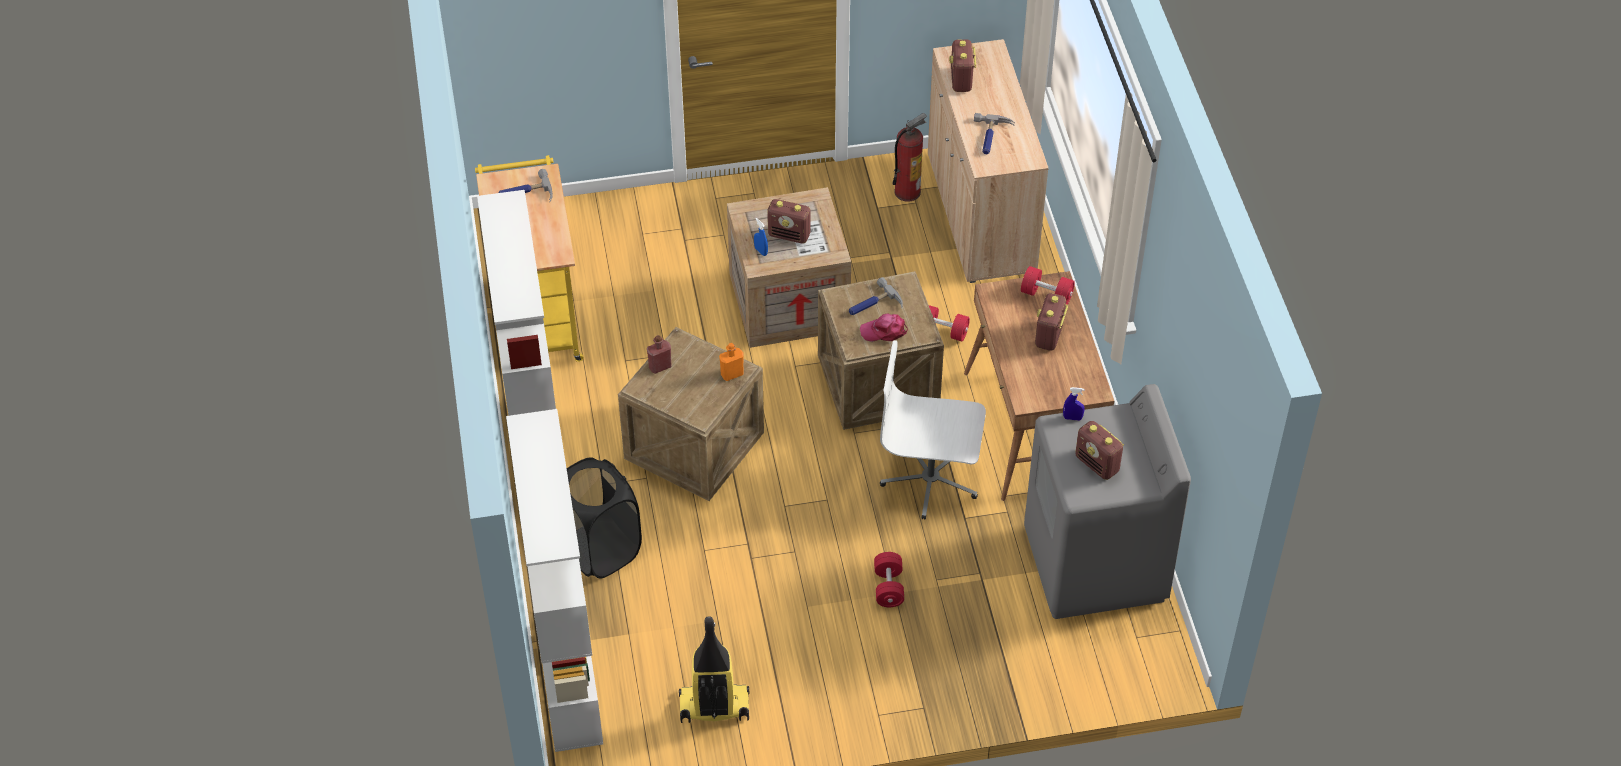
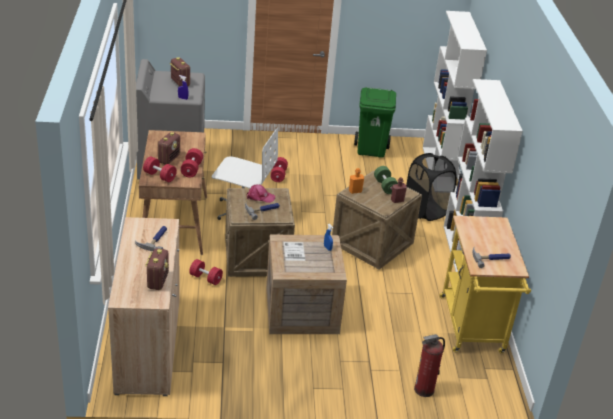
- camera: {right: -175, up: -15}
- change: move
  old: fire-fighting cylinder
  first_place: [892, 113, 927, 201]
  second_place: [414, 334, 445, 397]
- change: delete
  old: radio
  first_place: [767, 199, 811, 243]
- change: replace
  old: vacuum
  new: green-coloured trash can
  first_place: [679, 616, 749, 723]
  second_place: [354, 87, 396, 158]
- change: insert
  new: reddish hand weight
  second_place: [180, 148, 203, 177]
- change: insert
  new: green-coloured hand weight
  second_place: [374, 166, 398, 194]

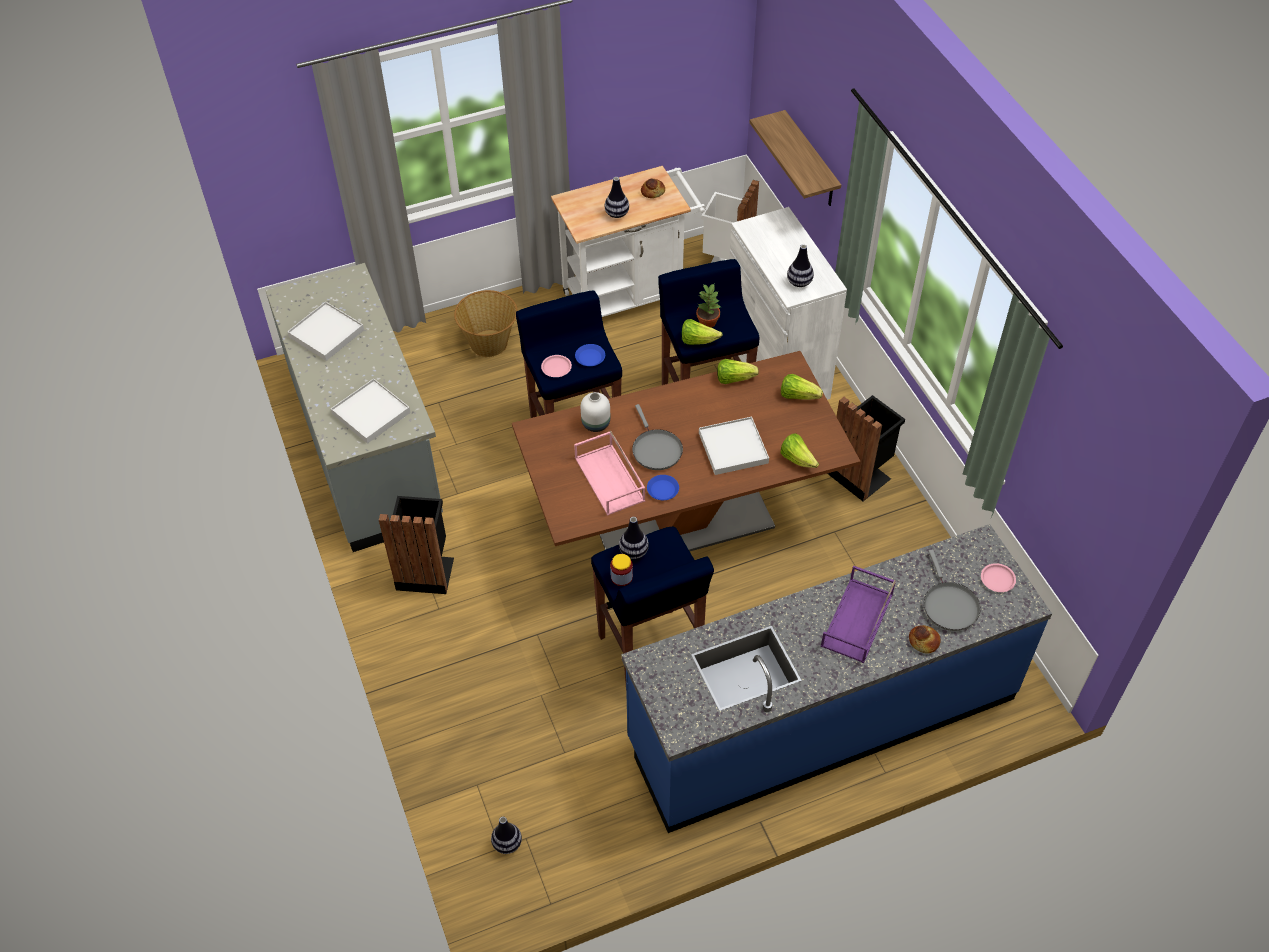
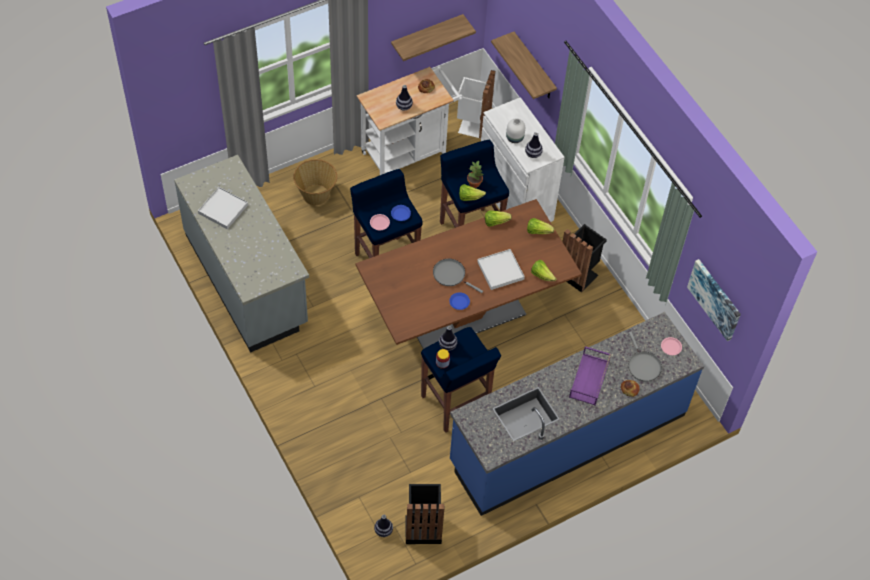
- camera: {right: -10, up: 5}
- change: delete
  old: white-coloured serving tray
  first_place: [331, 379, 411, 444]
- change: move
  old: white-coloured flower vase
  first_place: [581, 392, 610, 432]
  second_place: [506, 119, 525, 143]
- change: rotate
  old: greyish pan
  first_place: [632, 404, 683, 470]
  second_place: [433, 259, 483, 293]
  degrees: 150
- change: delete
  old: pink-coloured serving tray
  first_place: [574, 431, 645, 516]
- change: move
  old: black trash can
  first_place: [379, 496, 454, 594]
  second_place: [405, 484, 444, 544]
- change: insert
  new: wall shelf
  second_place: [391, 14, 476, 61]
- change: insert
  new: picture
  second_place: [687, 259, 741, 341]

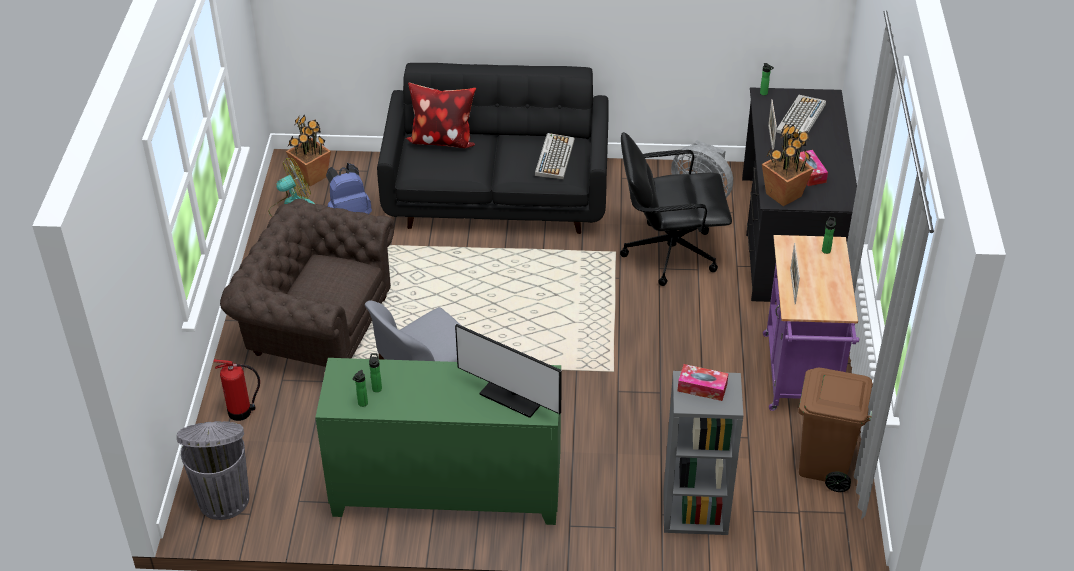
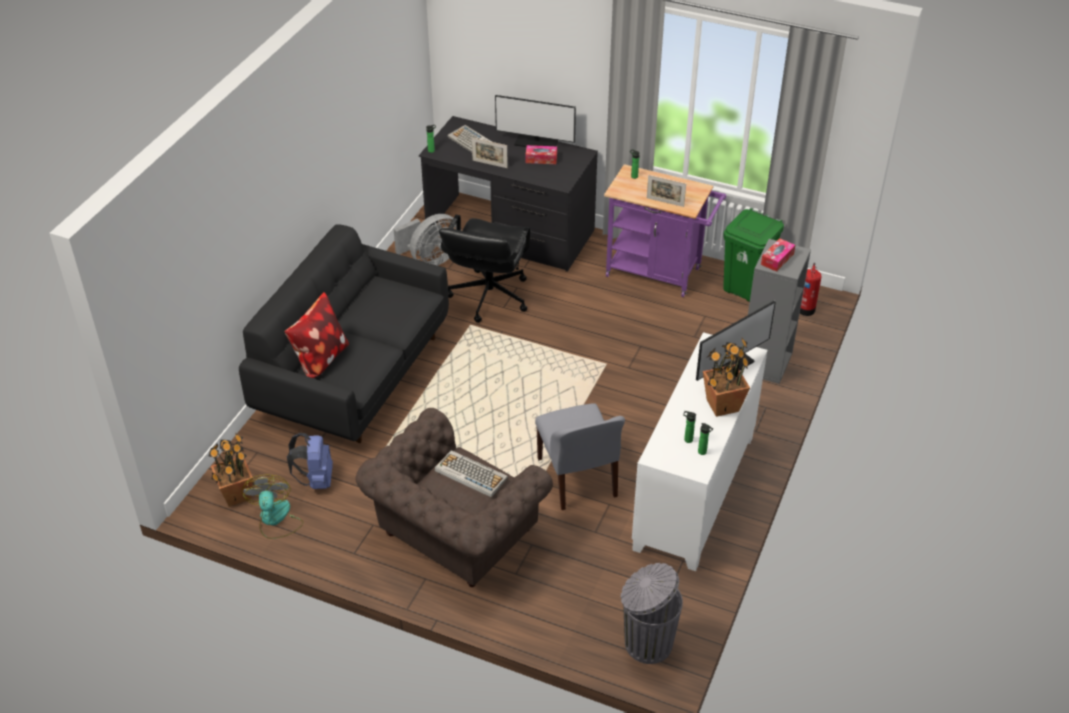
- camera: {right: -70, up: 0}
- change: move
  old: houseplant
  first_place: [762, 125, 814, 206]
  second_place: [703, 338, 750, 417]
- change: move
  old: computer keyboard
  first_place: [535, 133, 575, 179]
  second_place: [435, 450, 508, 498]
- change: recolor
  old: green-coloured cupboard
  new: white-coloured cupboard
  first_place: [315, 358, 561, 525]
  second_place: [632, 332, 767, 571]
- change: move
  old: fire-fighting cylinder
  first_place: [213, 359, 260, 421]
  second_place: [800, 263, 821, 316]
- change: recolor
  old: brownish trash can
  new: green-coloured trash can
  first_place: [798, 368, 873, 492]
  second_place: [723, 208, 784, 302]
- change: insert
  new: computer screen
  second_place: [495, 95, 576, 147]

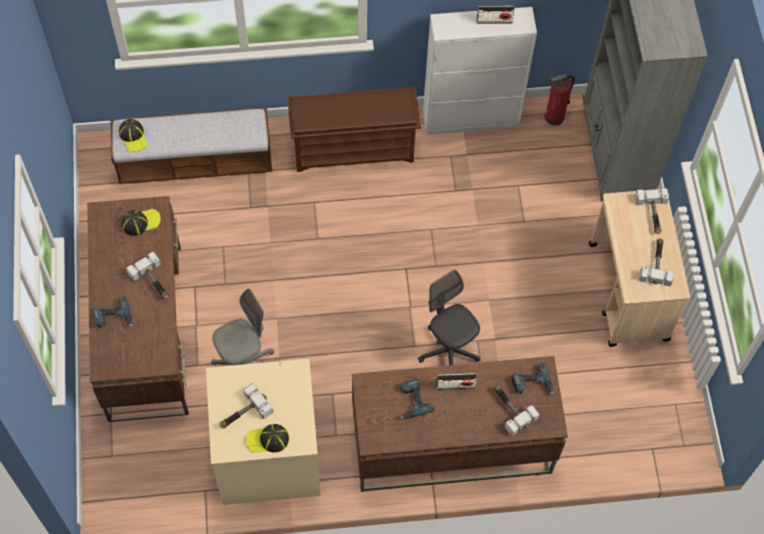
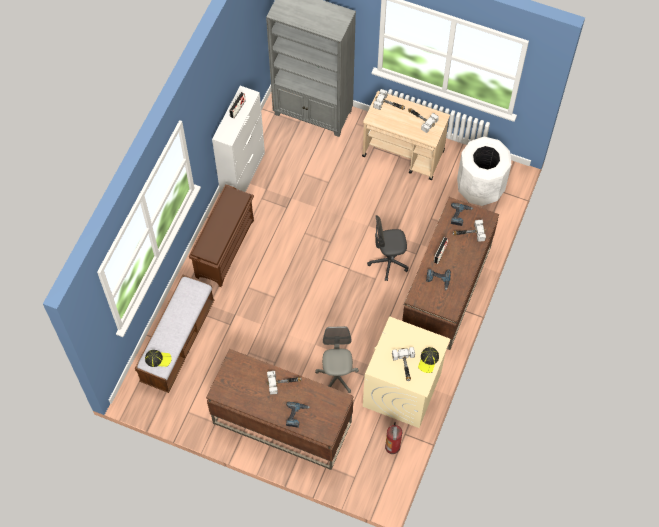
- camera: {right: -60, up: 0}
- change: move
  old: fire-fighting cylinder
  first_place: [544, 74, 574, 126]
  second_place: [385, 422, 402, 454]
- change: delete
  old: peaked cap
  first_place: [121, 209, 161, 236]
- change: insert
  new: white-coloured trash can
  second_place: [457, 137, 511, 206]

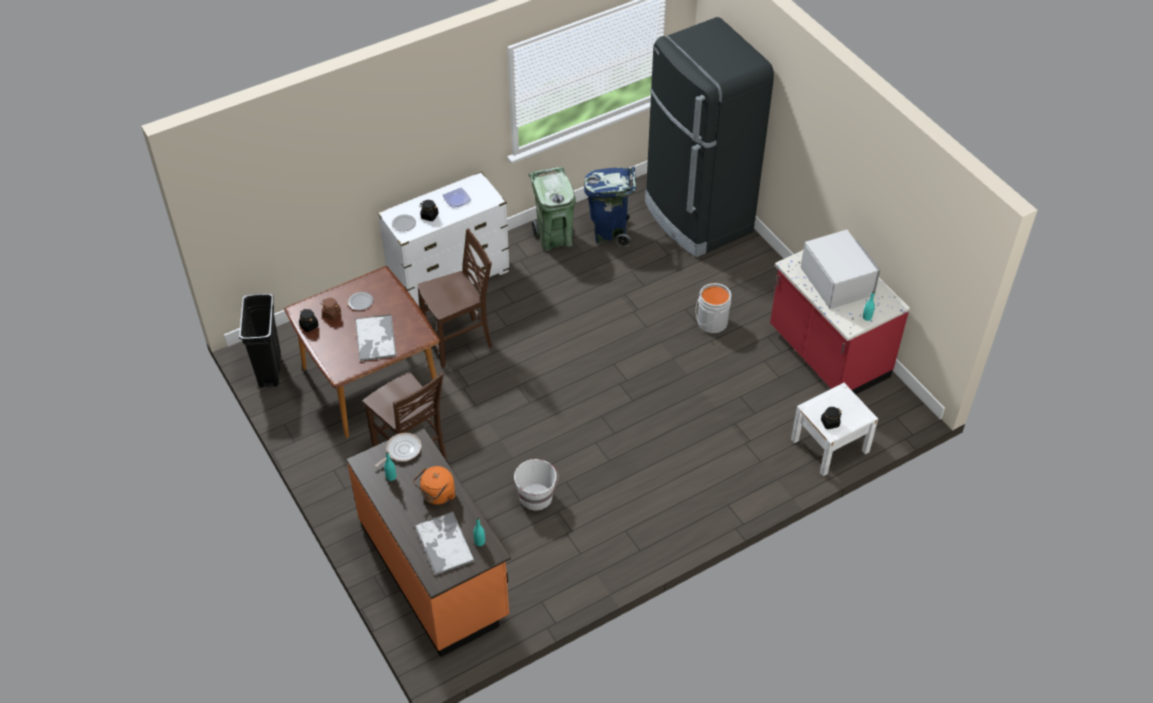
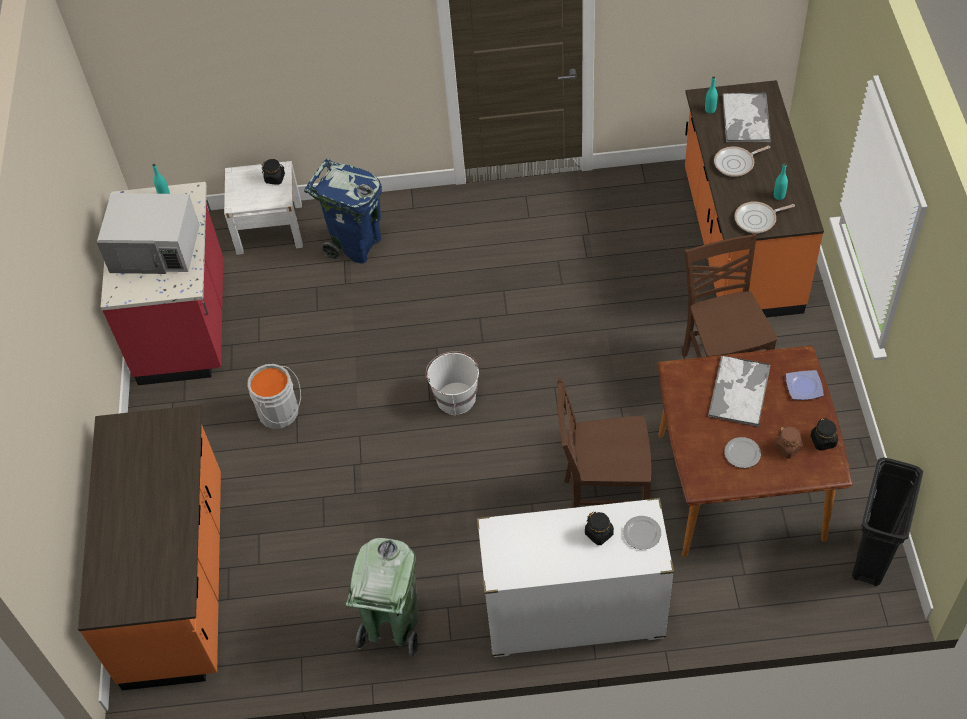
- camera: {right: -150, up: 5}
- change: replace
  old: black kitchen fridge
  new: orange-coloured counter
  first_place: [645, 17, 774, 257]
  second_place: [78, 405, 221, 691]
- change: move
  old: blue-coloured trash can
  first_place: [584, 167, 636, 247]
  second_place: [304, 159, 382, 264]
- change: move
  old: plate
  first_place: [443, 188, 471, 208]
  second_place: [786, 370, 824, 400]
- change: rotate
  old: white-coloured microwave
  first_place: [800, 230, 880, 309]
  second_place: [97, 193, 199, 274]
  degrees: -90
- change: move
  old: white-coloured pail
  first_place: [514, 459, 559, 511]
  second_place: [426, 351, 479, 415]
- change: replace
  old: orange-coloured kettle
  new: pan
  first_place: [413, 466, 456, 505]
  second_place: [714, 146, 770, 177]

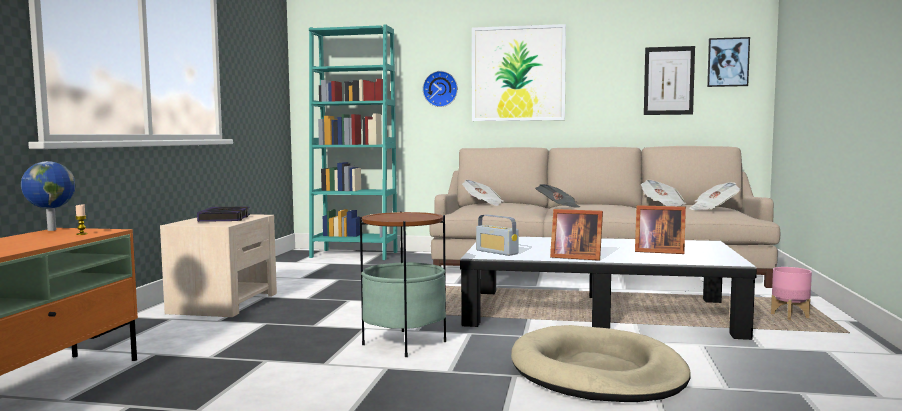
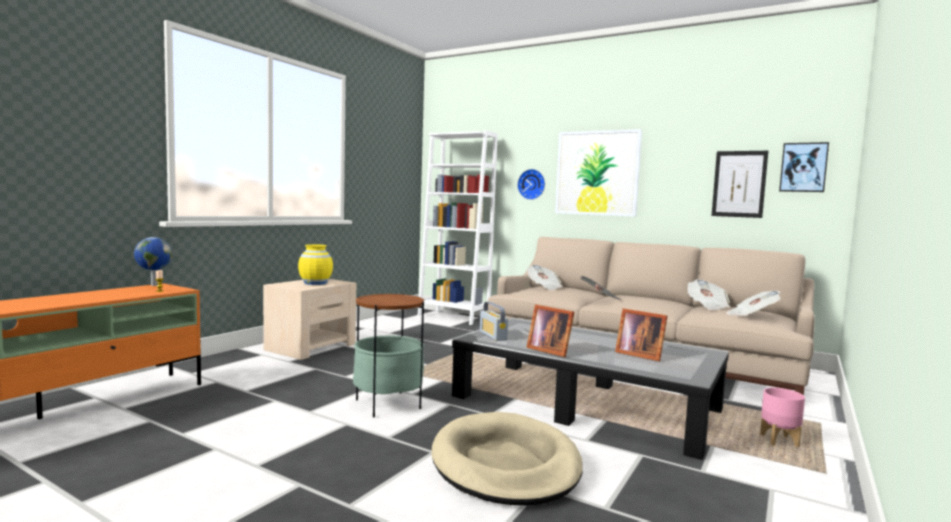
- camera: {right: 20, up: 0}
- change: recolor
  old: turquoise-coloured shelving unit
  new: white-coloured shelving unit
  first_place: [309, 24, 397, 260]
  second_place: [418, 130, 498, 325]
- change: replace
  old: book
  new: yellowish flower vase
  first_place: [197, 206, 250, 222]
  second_place: [298, 244, 333, 285]

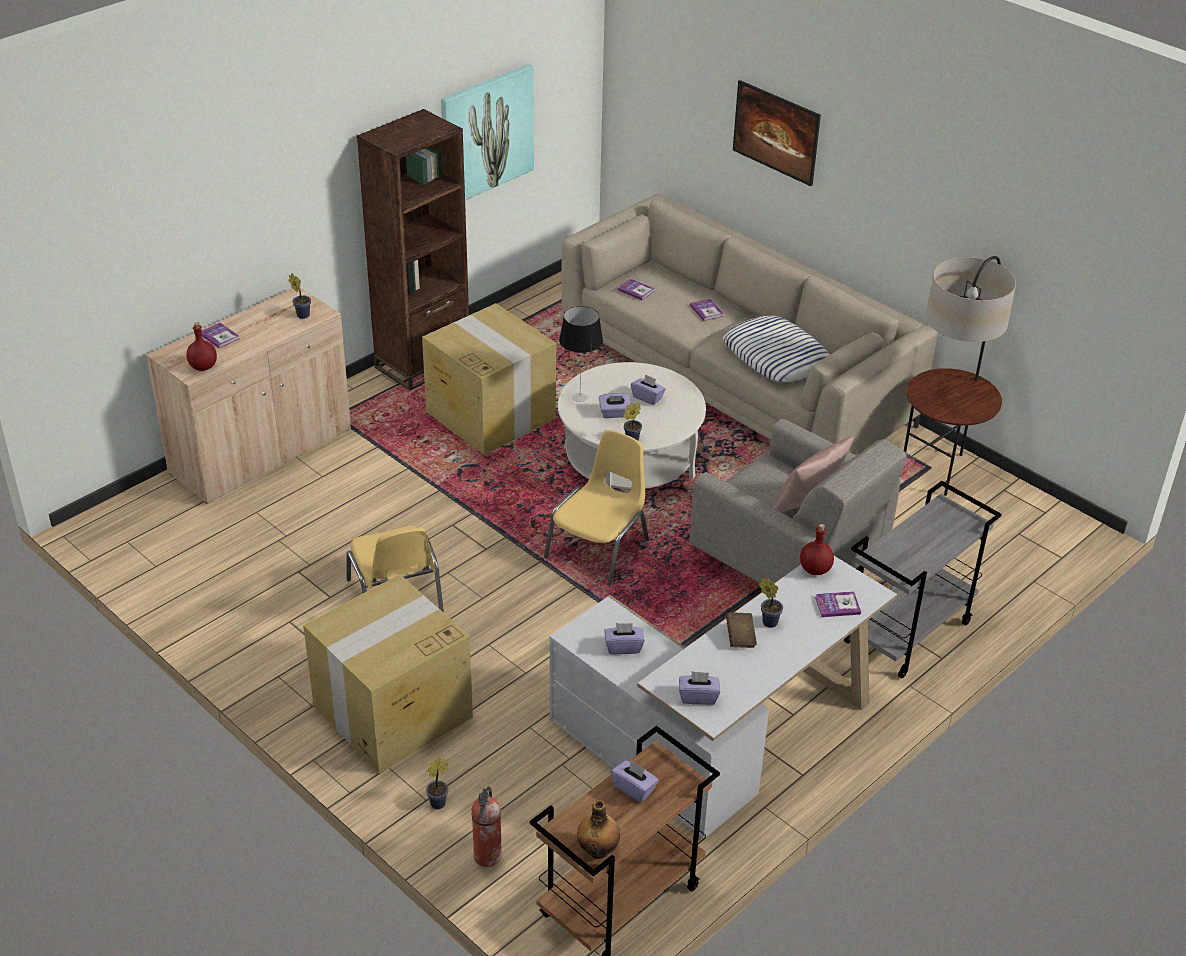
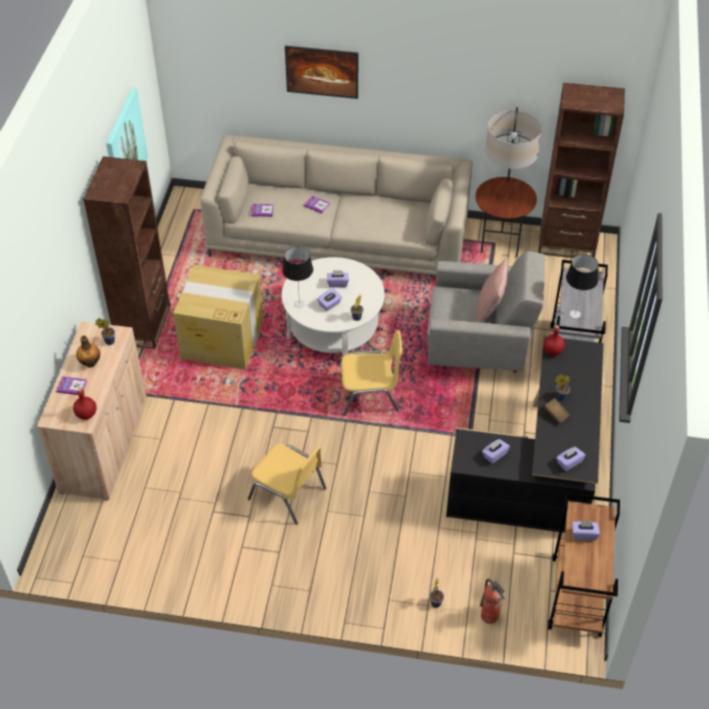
- camera: {right: -35, up: 10}
- change: delete
  old: throw pillow
  first_place: [723, 315, 830, 382]
- change: rotate
  old: yellowish chair
  first_place: [544, 430, 649, 586]
  second_place: [340, 330, 402, 416]
  degrees: 90
- change: recolor
  old: white-coloured desk table
  new: black desk table
  first_place: [549, 556, 897, 839]
  second_place: [446, 336, 603, 533]
- change: delete
  old: carton
  first_place: [303, 574, 473, 773]
- change: delete
  old: book
  first_place: [815, 591, 861, 617]
- change: move
  old: bottle
  first_place: [577, 800, 620, 859]
  second_place: [76, 335, 100, 367]
- change: insert
  new: brownish shelving unit
  second_place: [538, 83, 625, 258]
- change: insert
  new: tabletop lamp
  second_place: [566, 254, 598, 318]

